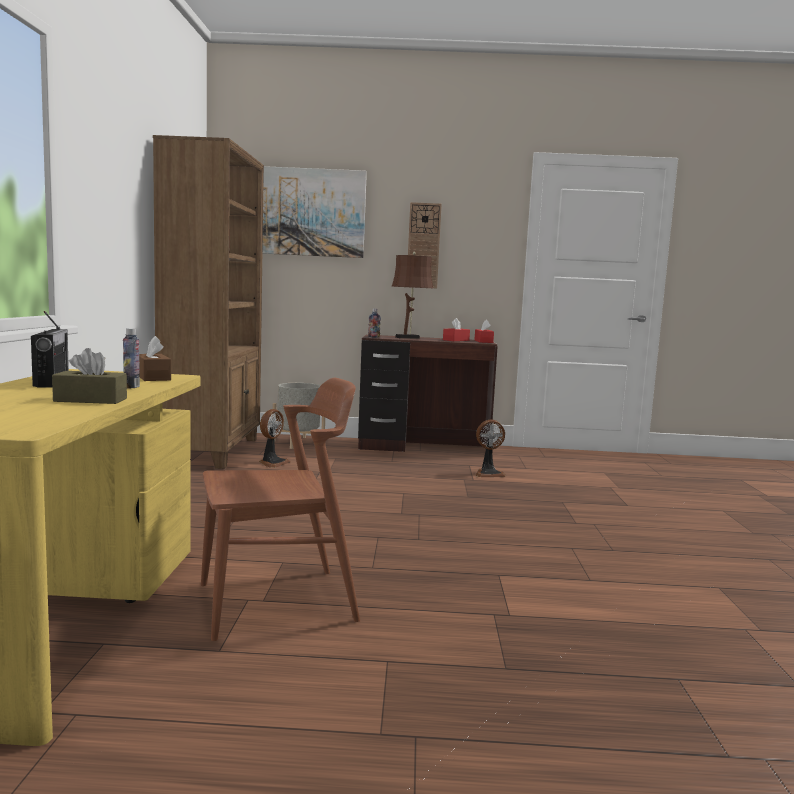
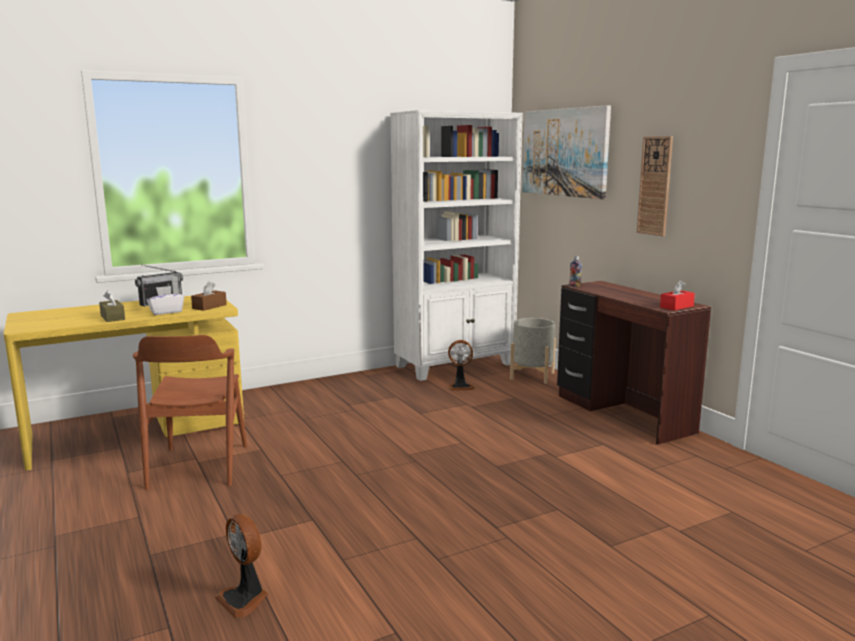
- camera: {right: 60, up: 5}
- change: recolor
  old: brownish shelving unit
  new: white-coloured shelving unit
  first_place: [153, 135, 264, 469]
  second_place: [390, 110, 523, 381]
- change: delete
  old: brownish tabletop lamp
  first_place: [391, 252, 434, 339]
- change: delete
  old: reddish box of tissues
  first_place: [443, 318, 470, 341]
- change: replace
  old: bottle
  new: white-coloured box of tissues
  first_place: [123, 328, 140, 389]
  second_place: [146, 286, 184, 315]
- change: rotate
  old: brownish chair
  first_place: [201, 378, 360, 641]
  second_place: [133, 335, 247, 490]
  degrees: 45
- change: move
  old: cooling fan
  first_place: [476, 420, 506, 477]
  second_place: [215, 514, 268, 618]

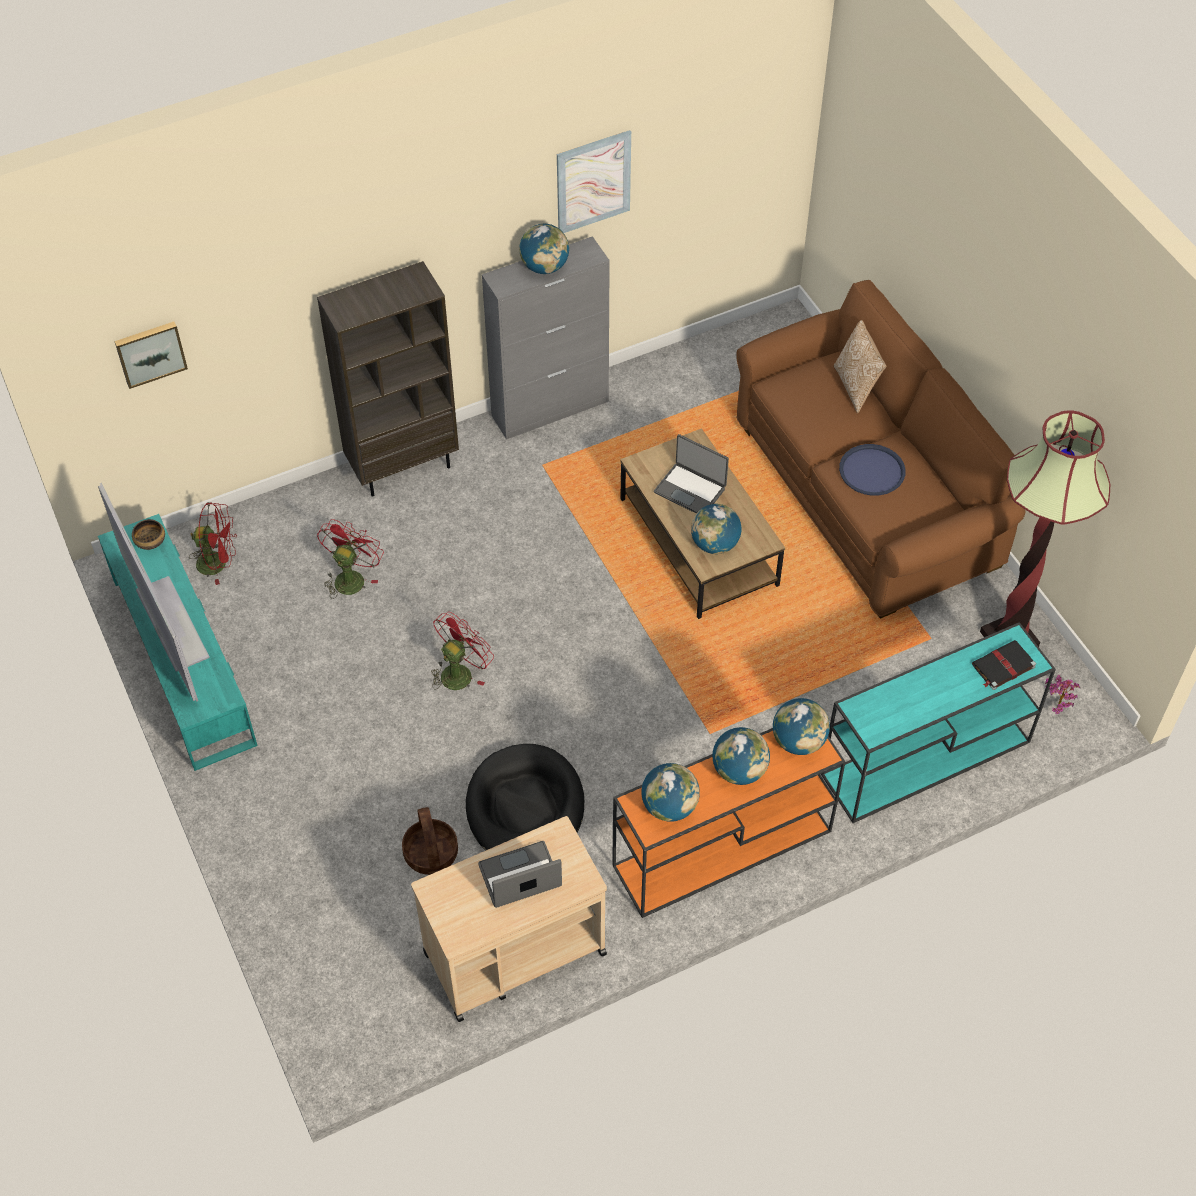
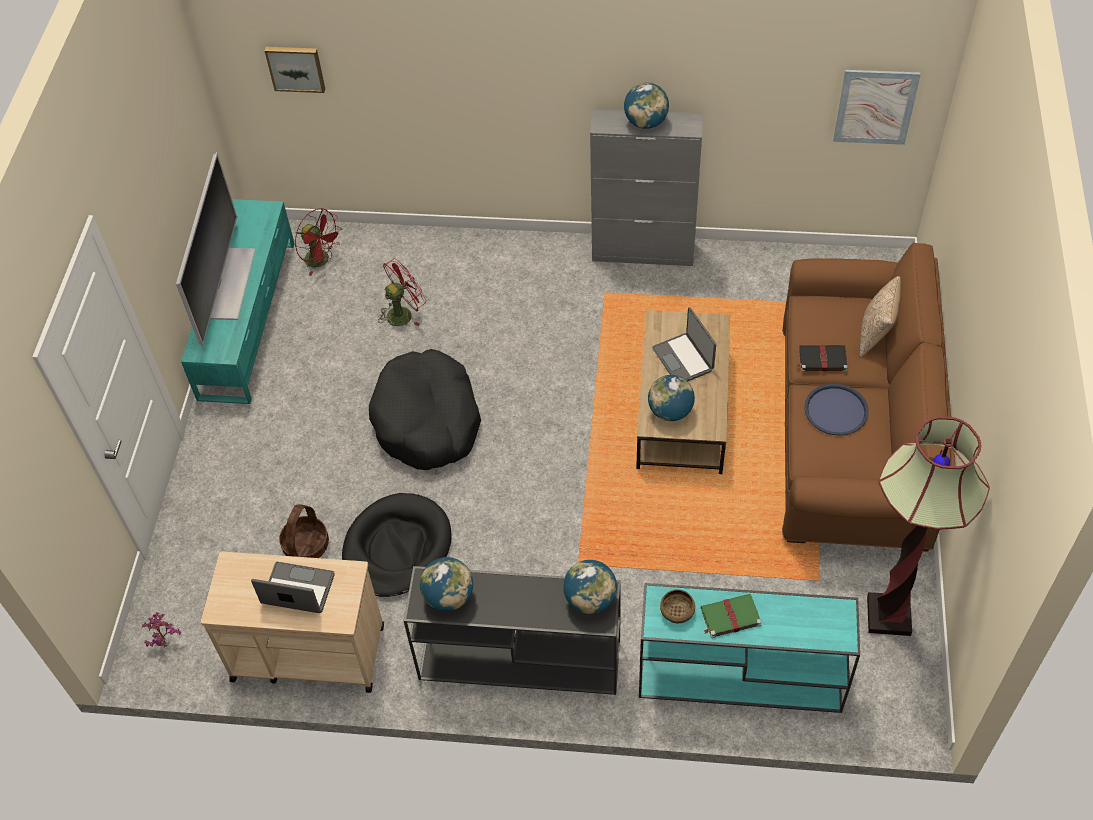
- camera: {right: 35, up: 0}
- change: move
  old: picture
  first_place: [557, 130, 631, 233]
  second_place: [833, 70, 921, 145]
- change: delete
  old: brownish shelving unit
  first_place: [317, 261, 459, 497]
- change: move
  old: deep dish
  first_place: [132, 519, 165, 550]
  second_place: [660, 589, 695, 623]
- change: replace
  old: reddish cooling fan
  new: black dog cushion
  first_place: [431, 612, 494, 690]
  second_place: [369, 349, 481, 470]
- change: move
  old: black book
  first_place: [972, 640, 1036, 690]
  second_place: [797, 345, 848, 372]
- change: move
  old: houseplant
  first_place: [1045, 675, 1080, 714]
  second_place: [142, 612, 181, 647]
- change: delete
  old: globe
  first_place: [712, 727, 770, 785]
- change: recolor
  old: orange-coloured hall table
  new: black hall table
  first_place: [612, 728, 846, 918]
  second_place: [404, 566, 621, 695]
- change: insert
  new: green-coloured book
  second_place: [701, 594, 762, 638]

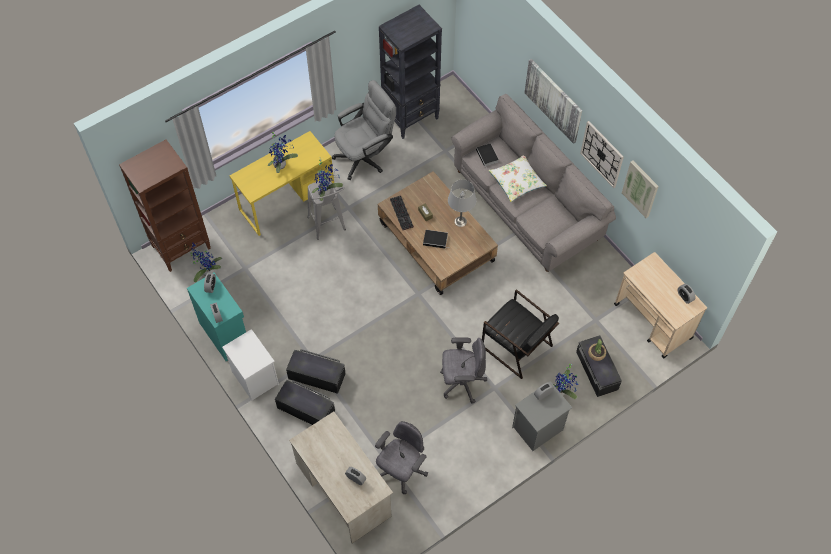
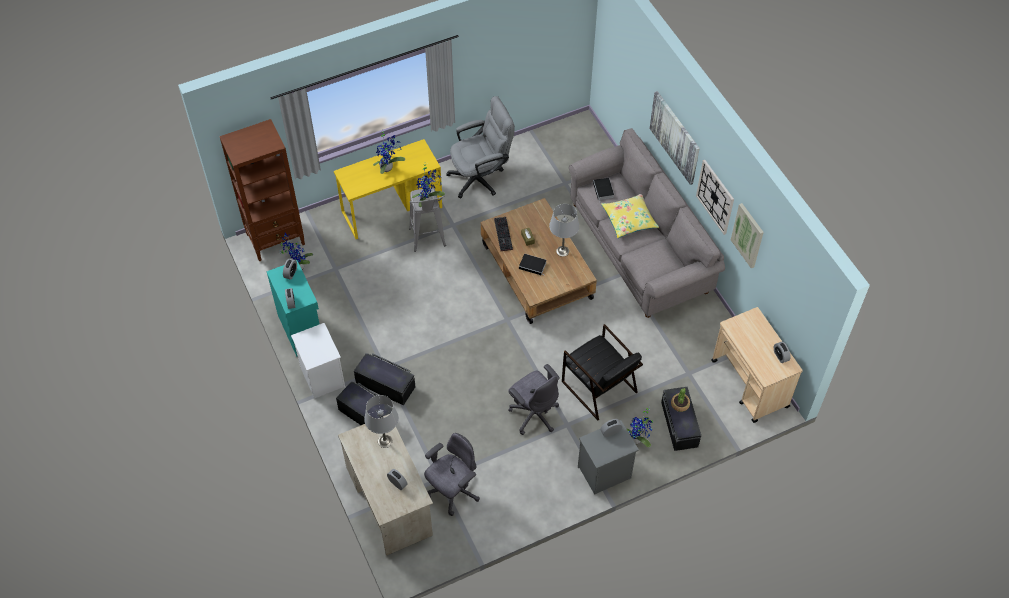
- camera: {right: 10, up: -5}
- change: delete
  old: black shelving unit
  first_place: [379, 5, 442, 139]
- change: recolor
  old: white-coloured throw pillow
  new: yellowish throw pillow
  first_place: [489, 156, 547, 202]
  second_place: [601, 194, 659, 238]
- change: rotate
  old: greyish office chair
  first_place: [440, 337, 487, 404]
  second_place: [508, 364, 560, 435]
  degrees: 45
- change: insert
  new: greyish tabletop lamp
  second_place: [364, 395, 399, 448]

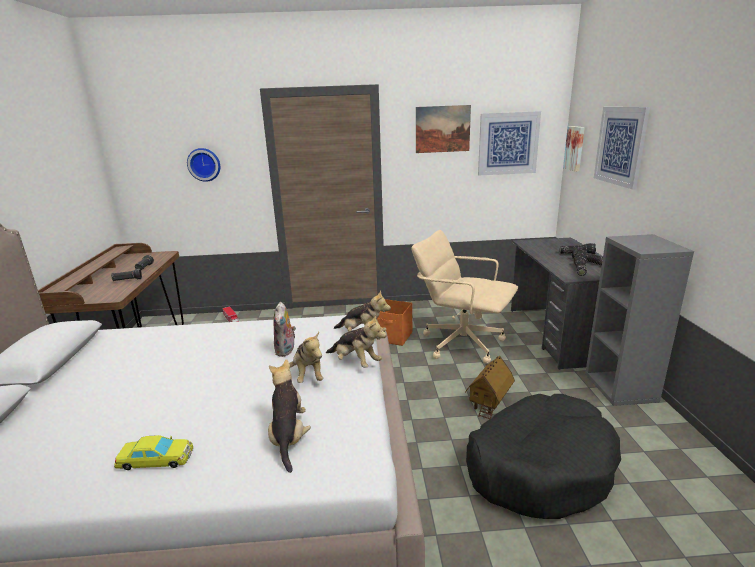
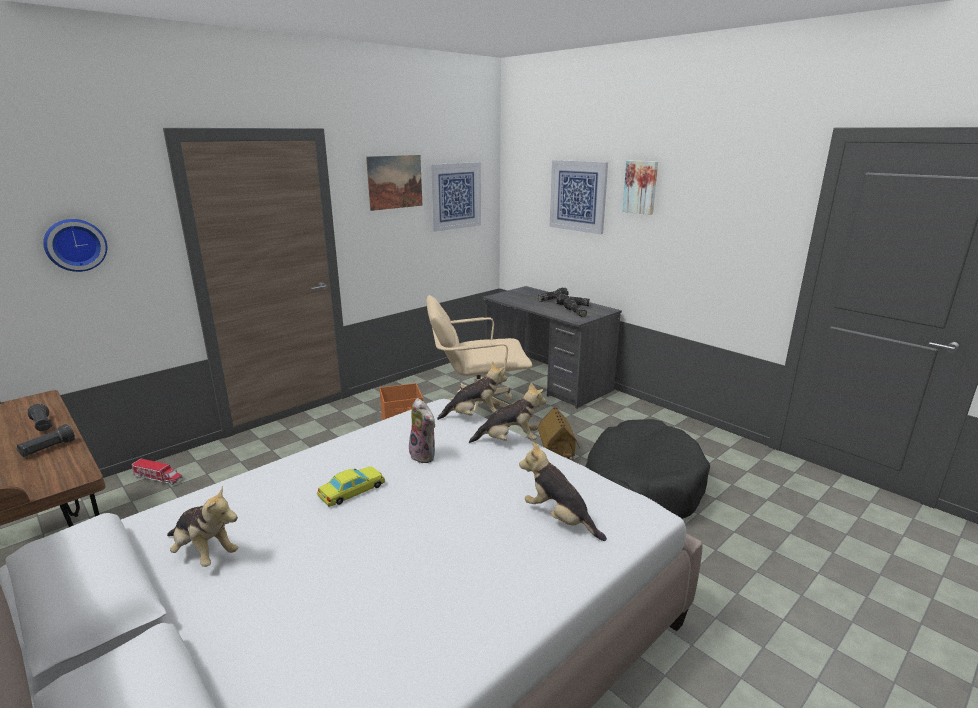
- camera: {right: -40, up: 0}
- change: move
  old: picture
  first_place: [563, 126, 585, 172]
  second_place: [622, 160, 658, 215]
- change: delete
  old: greyish shelving unit
  first_place: [585, 234, 694, 406]
- change: move
  old: cuddly toy
  first_place: [289, 332, 323, 383]
  second_place: [167, 486, 238, 567]
- change: move
  old: yellowish model car
  first_place: [114, 435, 193, 470]
  second_place: [317, 466, 385, 506]

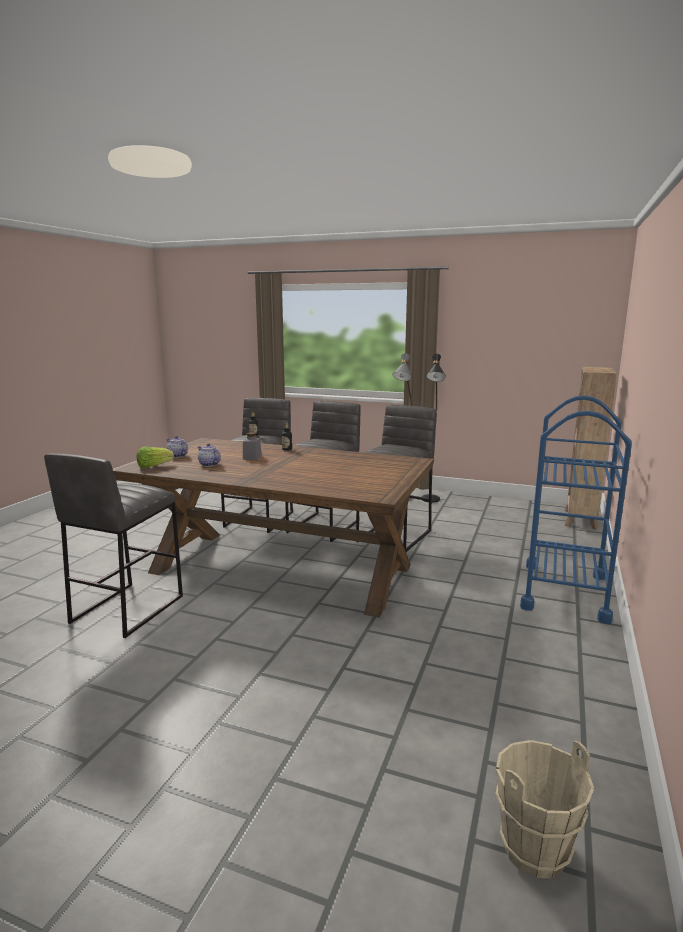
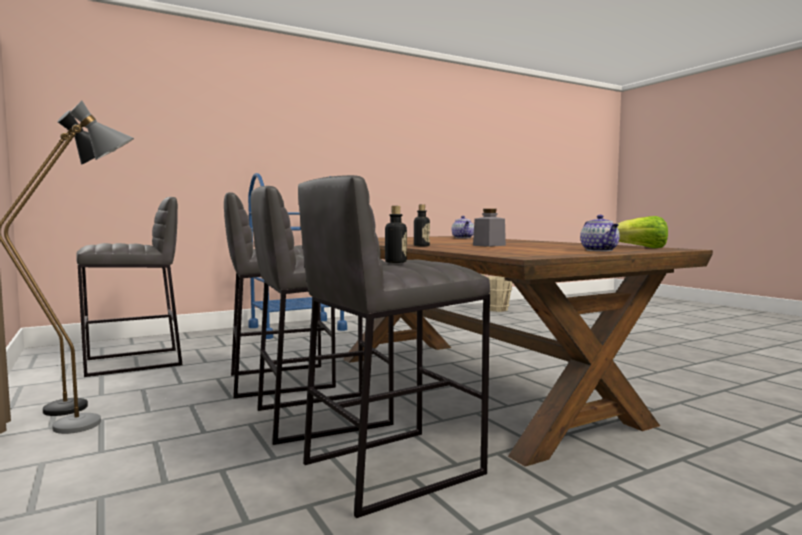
- camera: {right: -140, up: -10}
- change: delete
  old: brownish shelving unit
  first_place: [565, 367, 617, 530]
- change: move
  old: teapot
  first_place: [198, 443, 221, 467]
  second_place: [452, 216, 474, 238]
- change: move
  old: greyish sitting stool
  first_place: [44, 453, 183, 638]
  second_place: [76, 197, 183, 377]

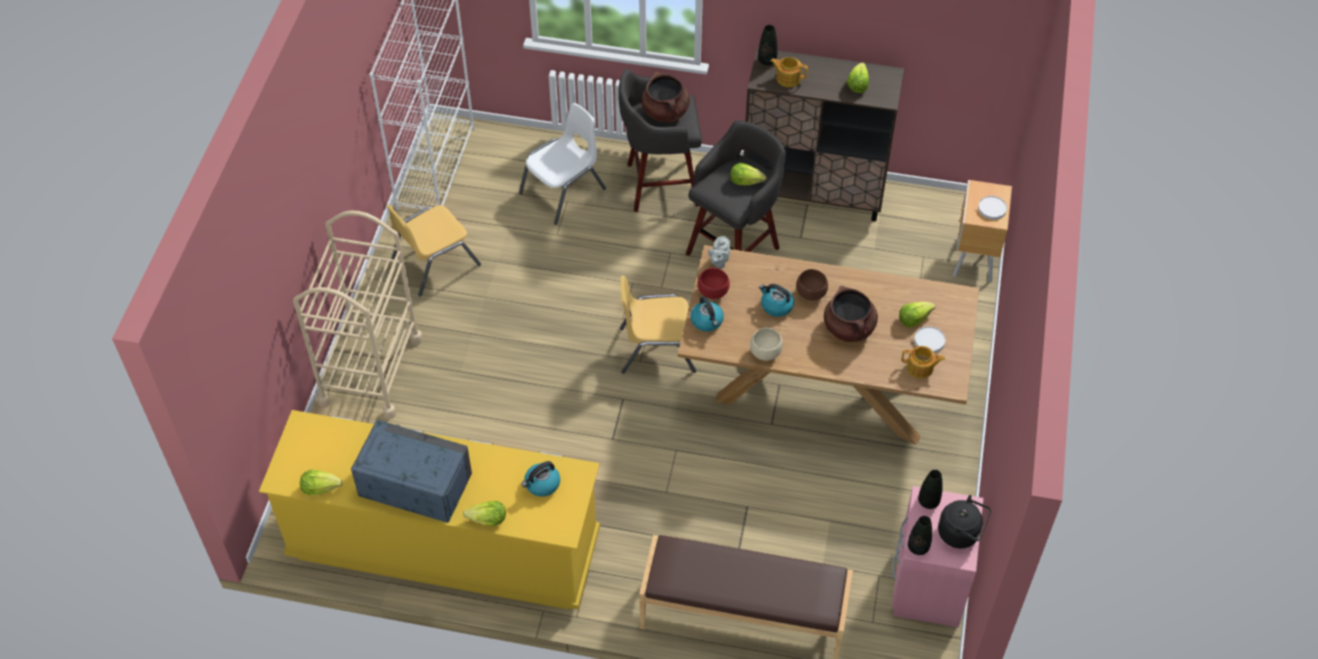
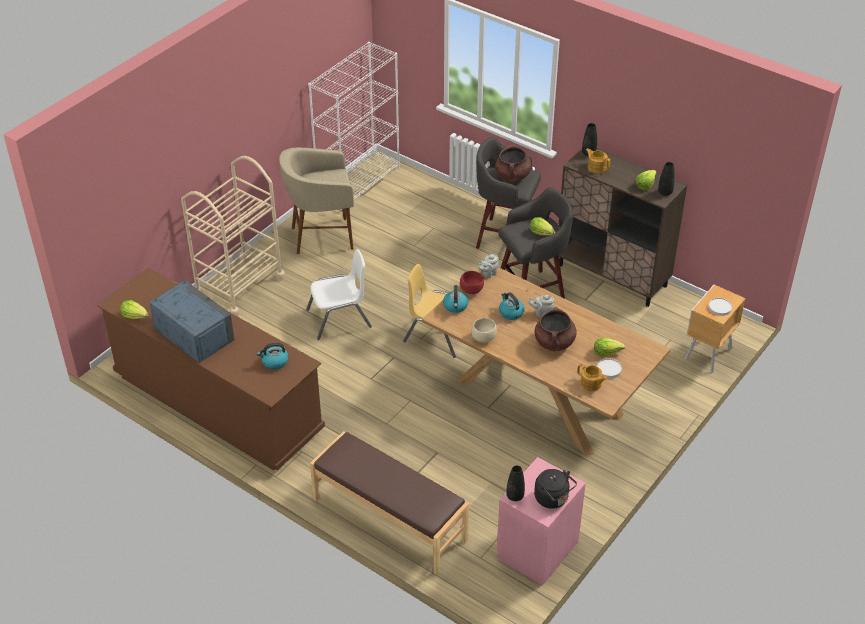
- camera: {right: 25, up: -10}
- change: move
  old: white-coloured chair
  first_place: [519, 103, 606, 225]
  second_place: [306, 249, 372, 340]
- change: replace
  old: yellowish chair
  new: beige-coloured sitting stool
  first_place: [386, 204, 481, 296]
  second_place: [279, 148, 354, 254]
- change: replace
  old: brownish deep dish
  new: greyish teapot
  first_place: [796, 269, 828, 301]
  second_place: [528, 295, 554, 317]
- change: recolor
  old: yellowish drawer chest
  new: brownish drawer chest
  first_place: [259, 410, 600, 610]
  second_place: [97, 268, 325, 470]
- change: move
  old: black flower vase
  first_place: [918, 470, 943, 509]
  second_place: [658, 162, 675, 196]
- change: delete
  old: lettuce head
  first_place: [463, 501, 506, 526]

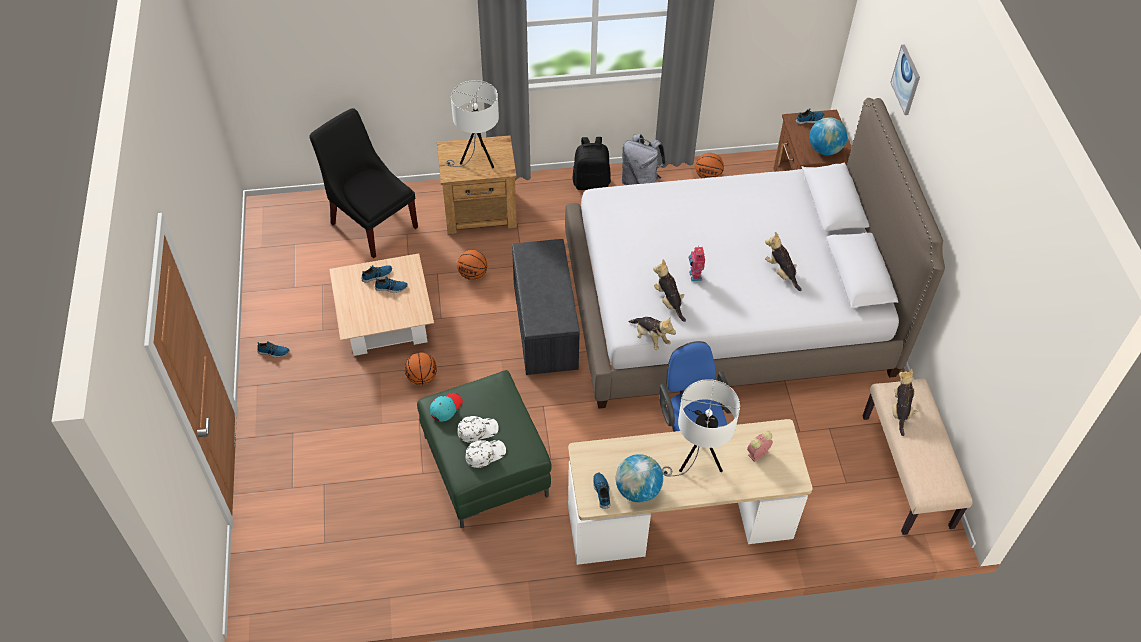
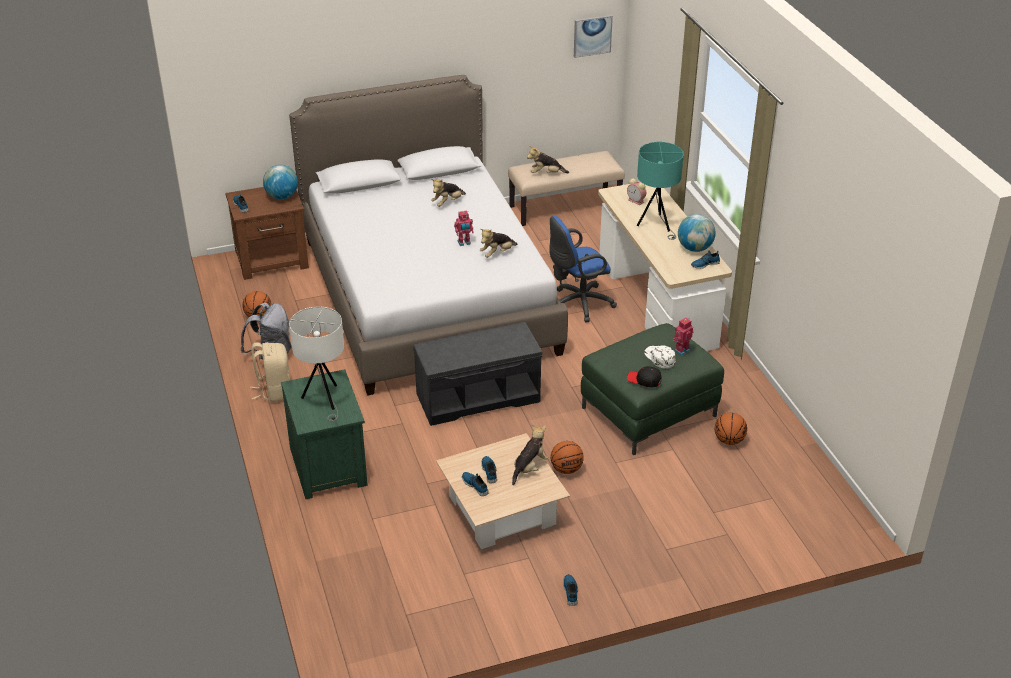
- camera: {right: -100, up: -15}
- change: move
  old: picture
  first_place: [890, 44, 920, 115]
  second_place: [574, 15, 613, 58]
- change: delete
  old: black chair
  first_place: [309, 108, 418, 259]
- change: recolor
  old: brownish bedside table
  new: green-coloured bedside table
  first_place: [437, 135, 517, 234]
  second_place: [281, 369, 368, 499]
- change: recolor
  old: black knapsack
  new: beige-coloured knapsack
  first_place: [573, 137, 611, 190]
  second_place: [250, 342, 290, 402]
- change: move
  old: basketball
  first_place: [457, 250, 487, 280]
  second_place: [715, 413, 747, 445]
- change: move
  old: cuddly toy
  first_place: [628, 317, 676, 350]
  second_place: [512, 424, 548, 485]
- change: recolor
  old: white-coloured tabletop lamp
  new: turquoise-coloured tabletop lamp
  first_place: [662, 379, 740, 476]
  second_place: [637, 142, 684, 240]
- change: recolor
  old: turquoise-coloured peaked cap
  new: black peaked cap
  first_place: [430, 393, 463, 421]
  second_place: [627, 366, 662, 388]
- change: replace
  old: white-coloured peaked cap
  new: toy robot
  first_place: [465, 440, 506, 468]
  second_place: [672, 318, 694, 356]

